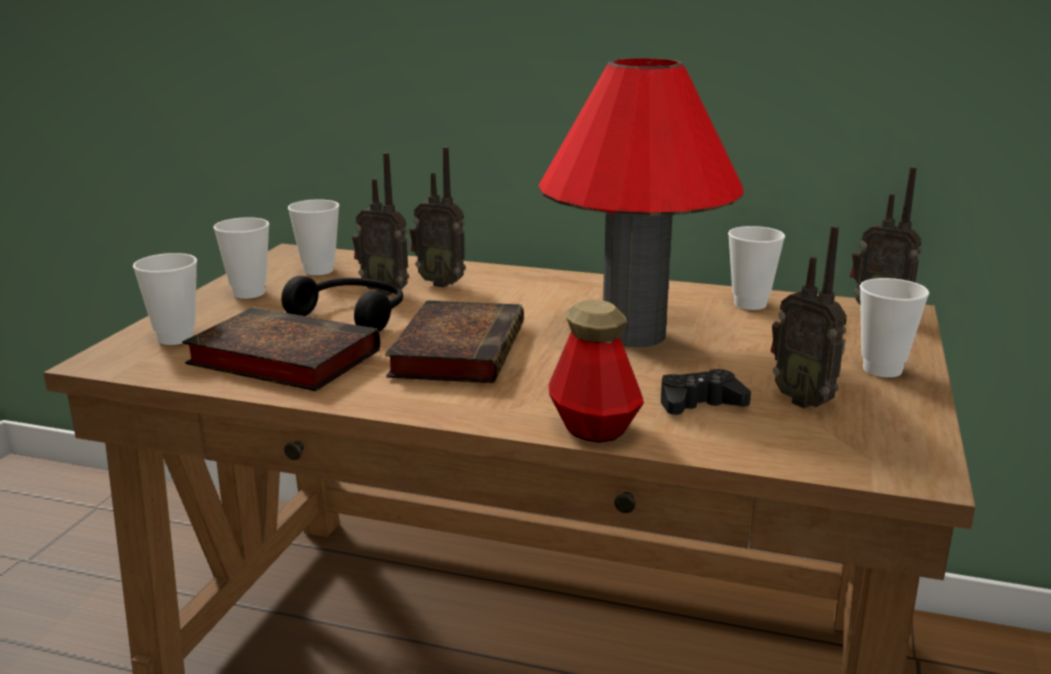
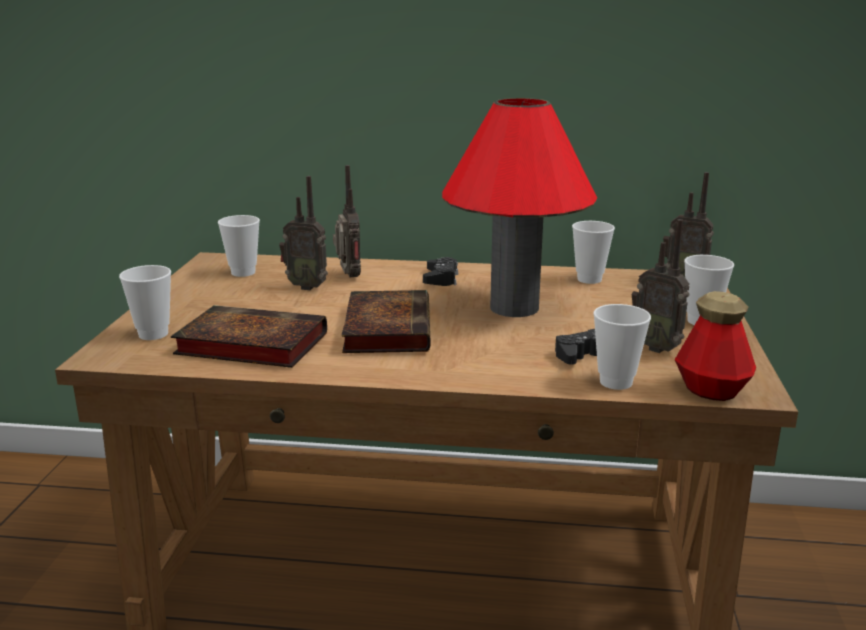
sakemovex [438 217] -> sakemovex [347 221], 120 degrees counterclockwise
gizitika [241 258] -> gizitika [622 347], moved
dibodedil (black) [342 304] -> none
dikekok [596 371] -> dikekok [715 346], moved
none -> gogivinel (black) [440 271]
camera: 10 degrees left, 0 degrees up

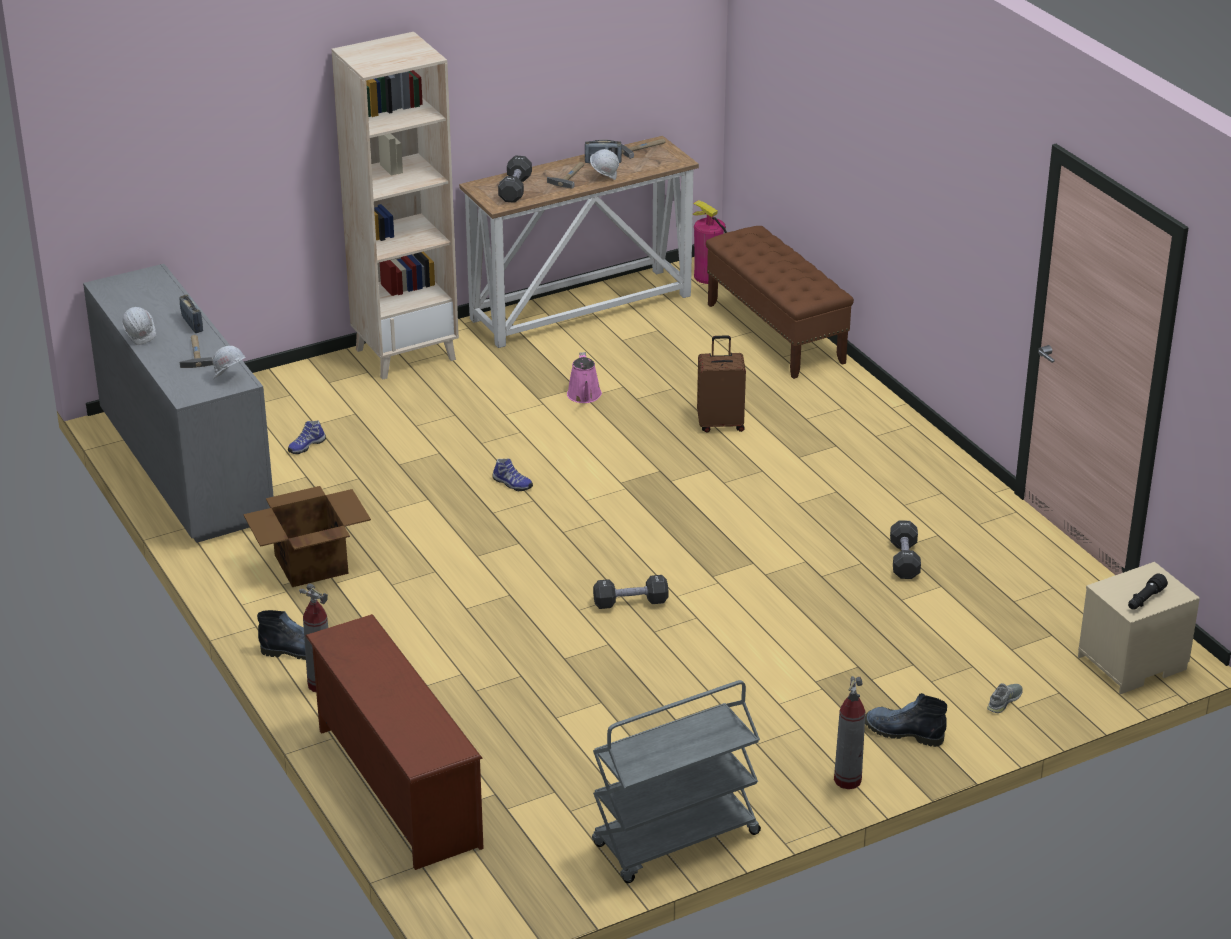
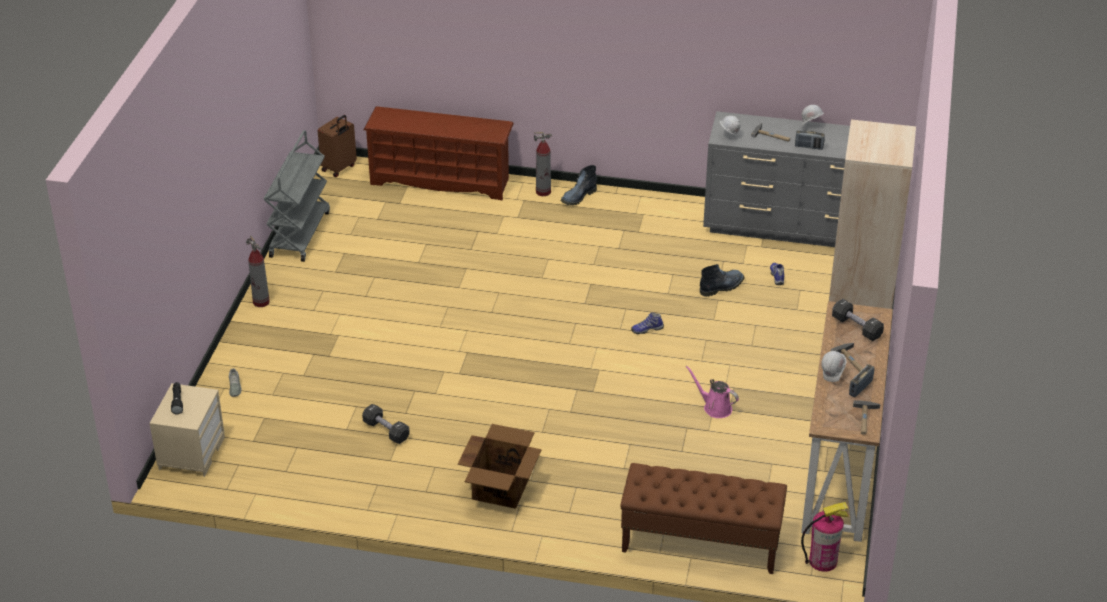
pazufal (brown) [721 383] -> pazufal (brown) [337 146], moved
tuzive [307 536] -> tuzive [500 466], moved
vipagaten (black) [631 592] -> none
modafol [906 720] -> modafol [722 280], moved
camera: 130 degrees right, 5 degrees up

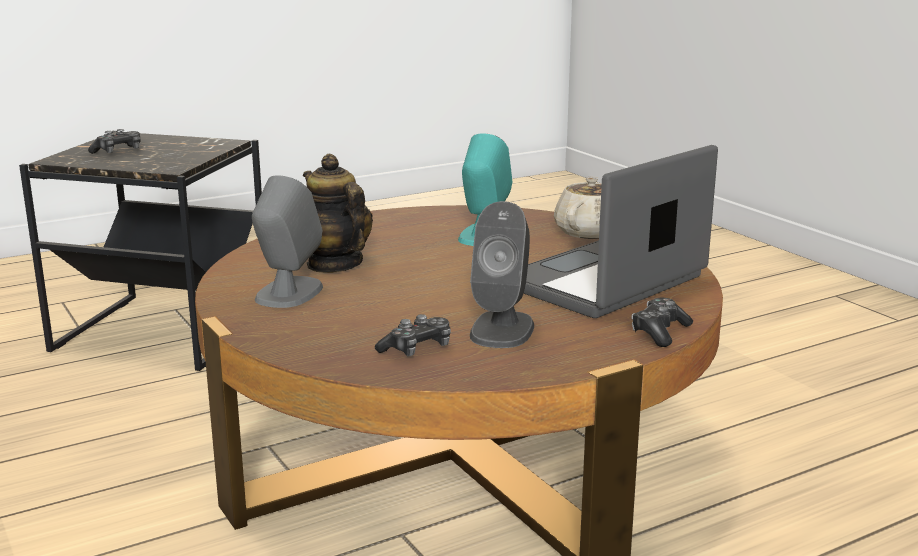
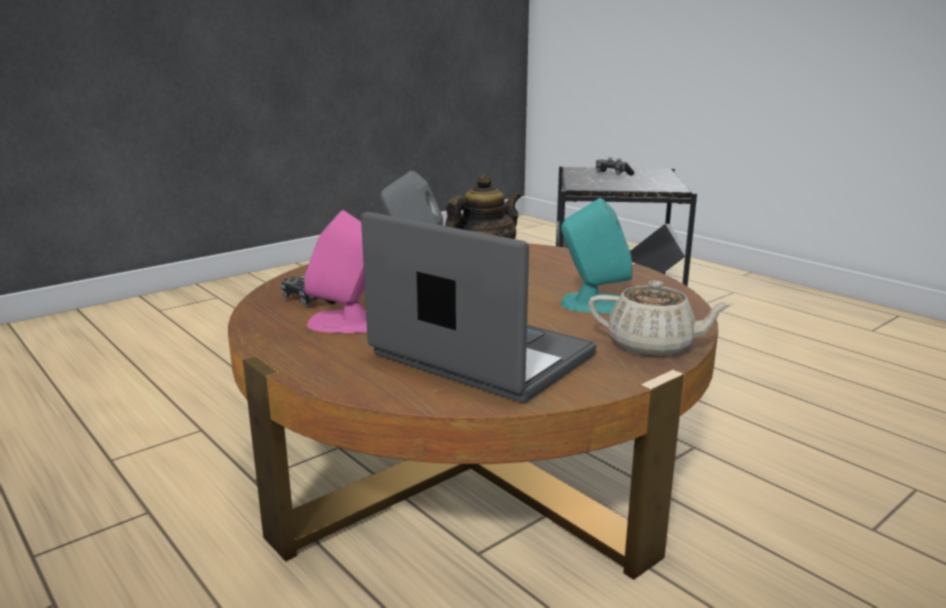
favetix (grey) [502 274] -> favetix (pink) [335 271]
gogivinel [662 322] -> none
camera: 80 degrees right, 0 degrees up

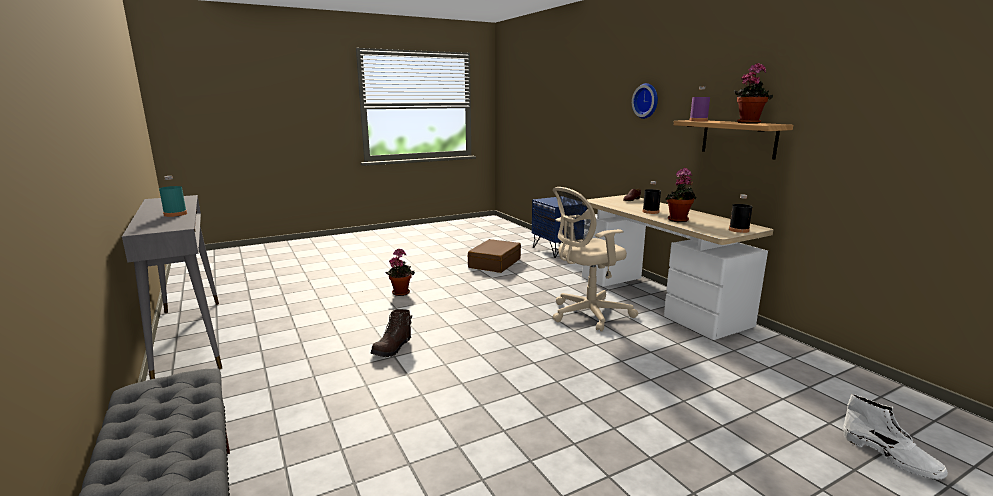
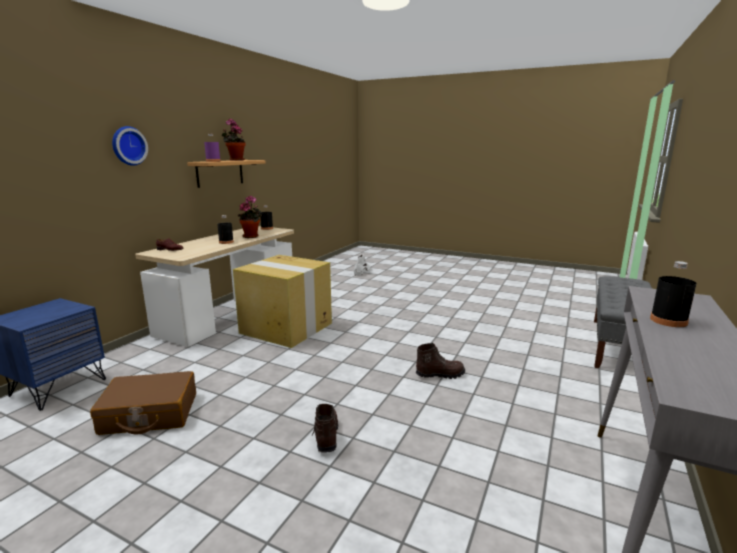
dikekok (turquoise) [173 196] -> dikekok (black) [673 294]
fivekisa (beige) [595 259] -> tuzive [282 301]
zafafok [400 272] -> modafol (brown) [325 428]
camera: 125 degrees left, 0 degrees up

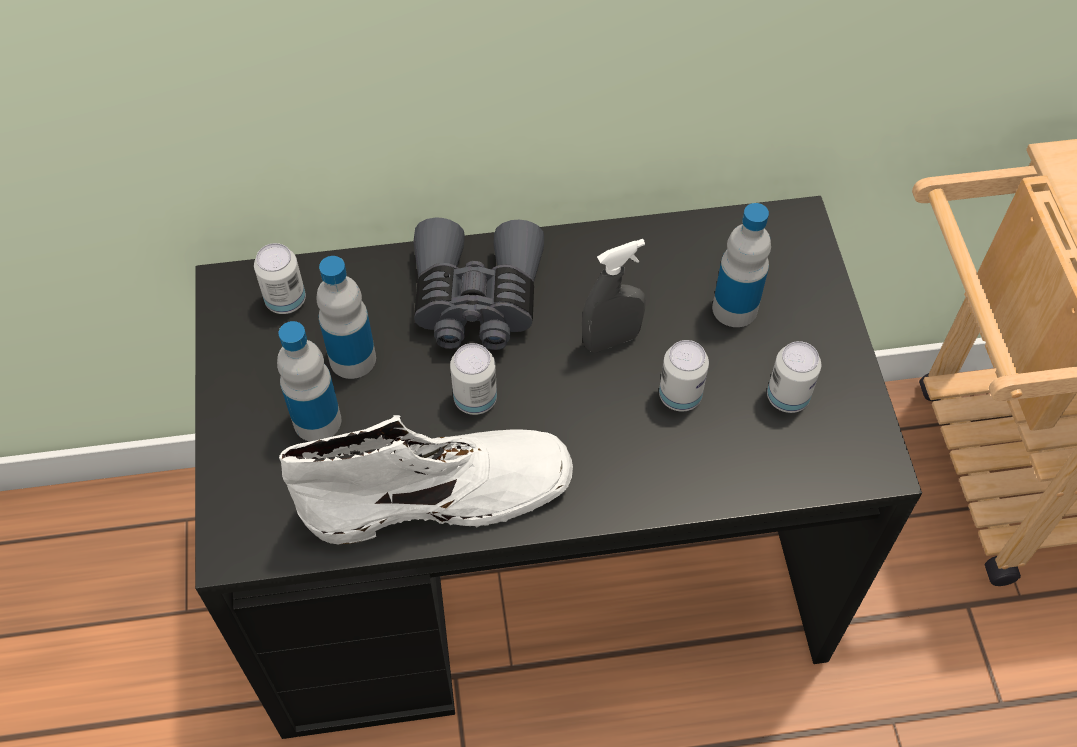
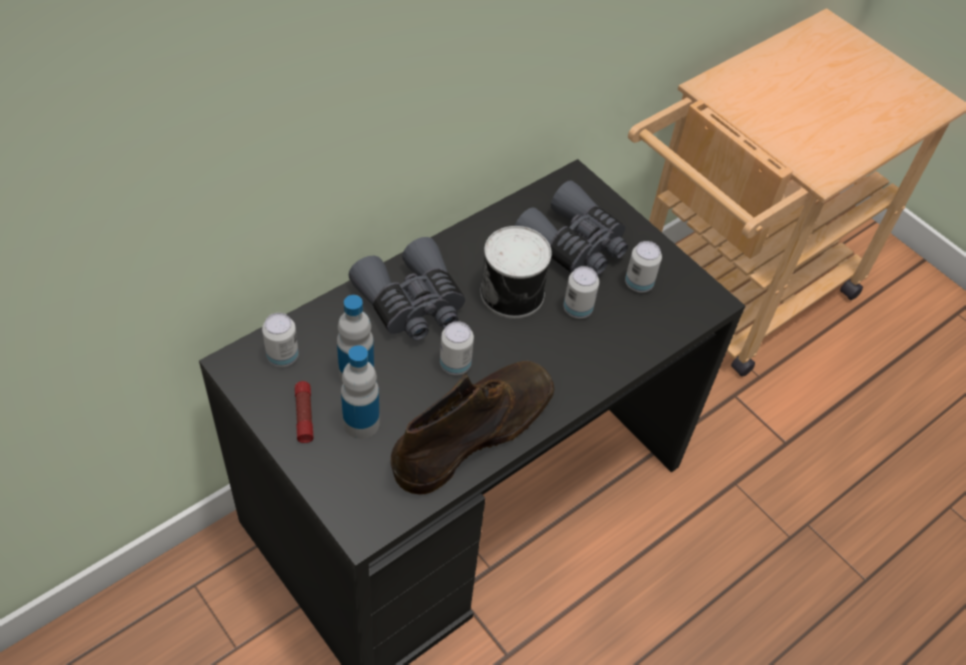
dikekok [741 265] -> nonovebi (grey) [571 227]
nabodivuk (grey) [614 296] -> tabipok [516 272]
modafol (white) [426 479] -> modafol (brown) [472 428]
none -> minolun [304 412]
camera: 35 degrees left, 5 degrees down

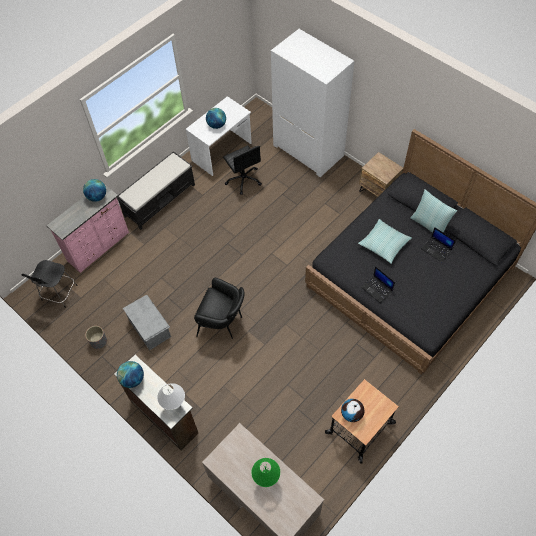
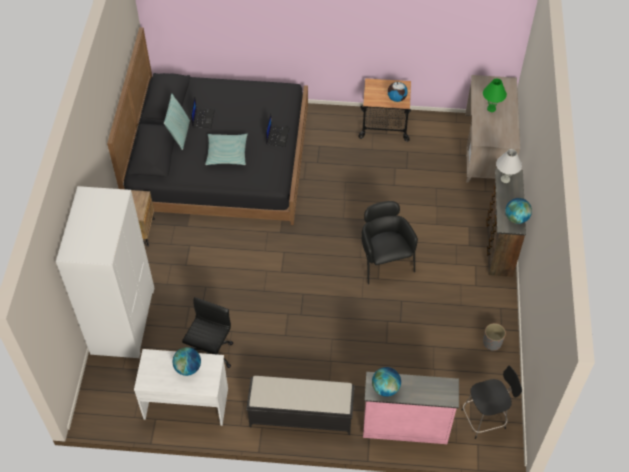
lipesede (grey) [147 322] -> none
camera: 130 degrees left, 5 degrees down

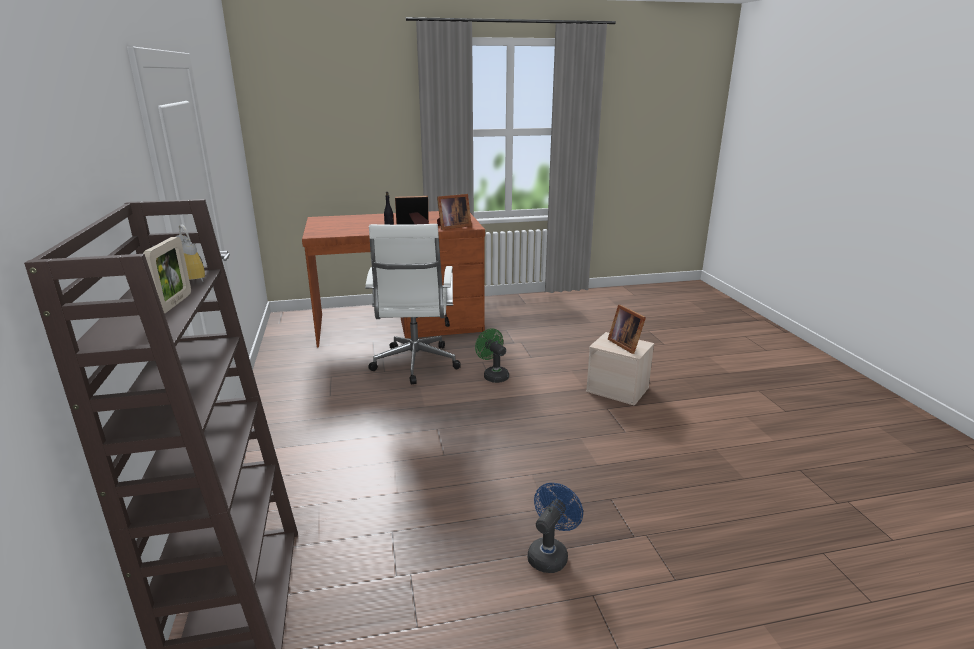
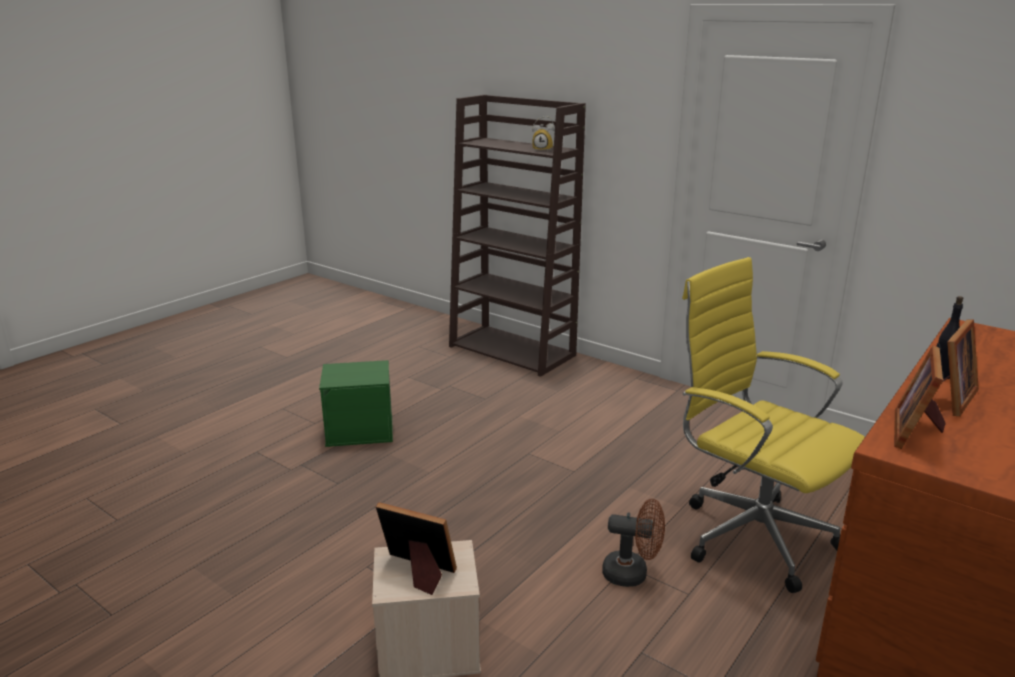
fivekisa (white) [413 304] -> fivekisa (yellow) [773 425]
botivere [167 275] -> none
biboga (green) [492 355] -> biboga (brown) [633 543]
biboga (blue) [555 528] -> lipesede (green) [356 403]
camera: 140 degrees right, 0 degrees up

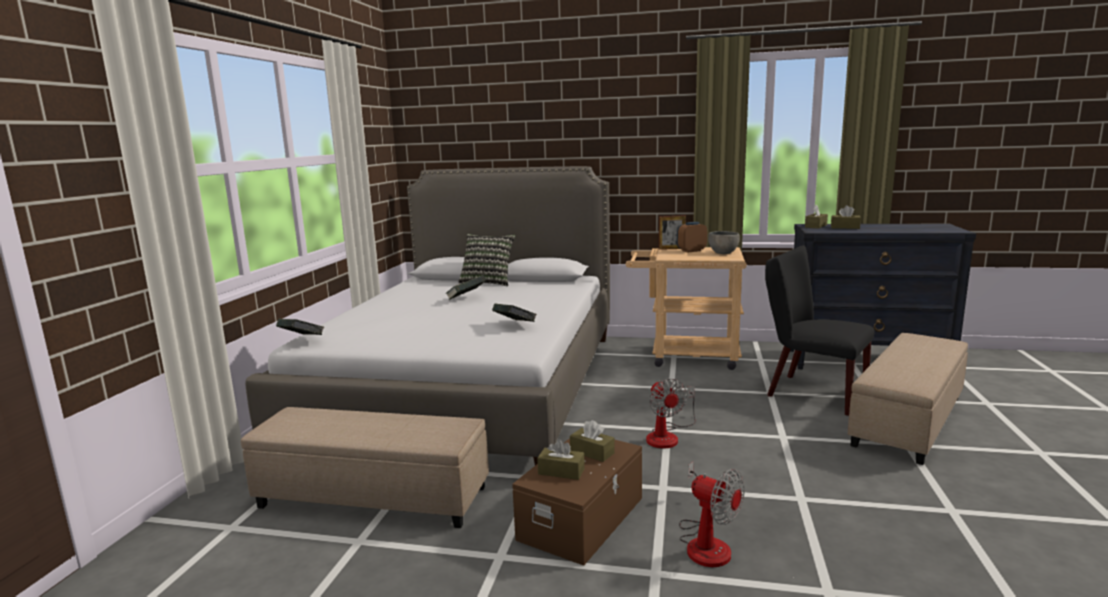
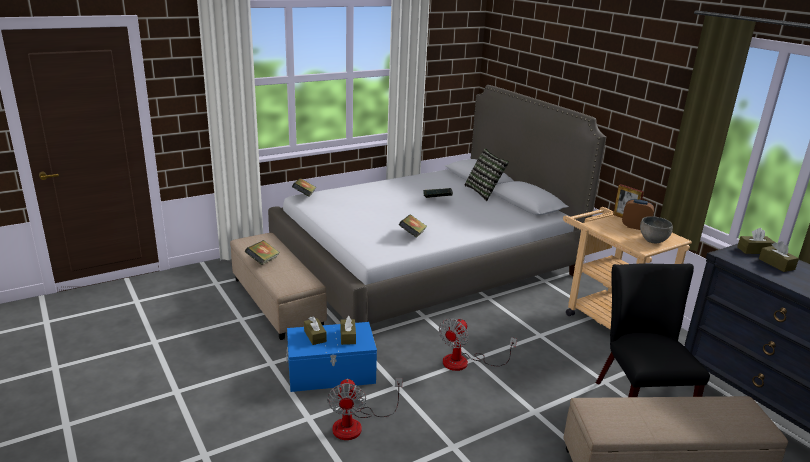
lipesede (brown) [577 502] -> lipesede (blue) [331 357]
none -> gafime [262 252]
camera: 45 degrees right, 10 degrees up

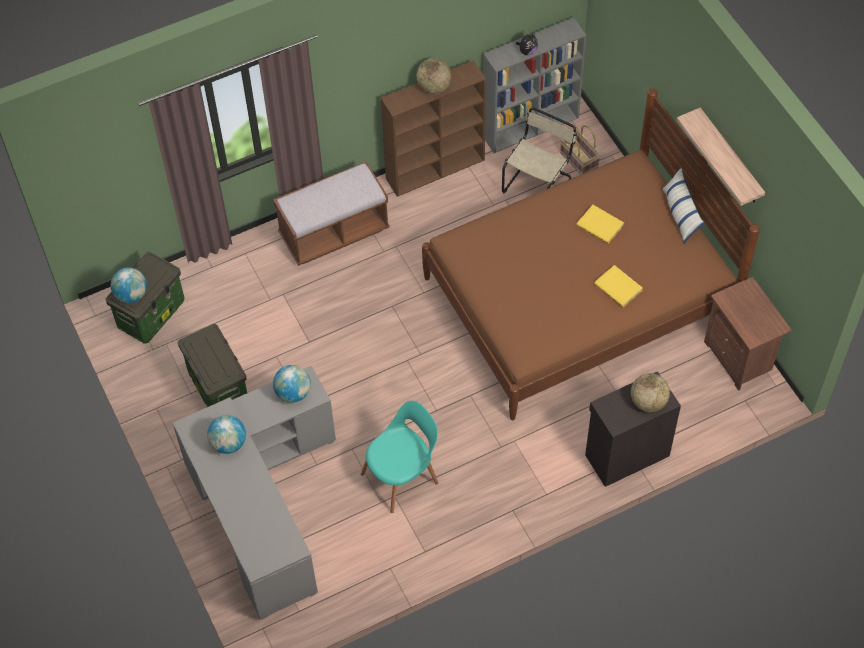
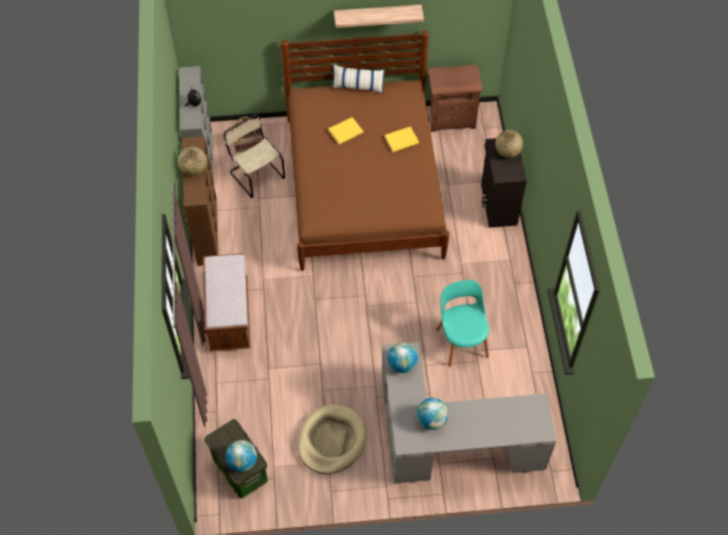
lipesede [212 365] -> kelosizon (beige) [332 439]
camera: 70 degrees left, 0 degrees up

